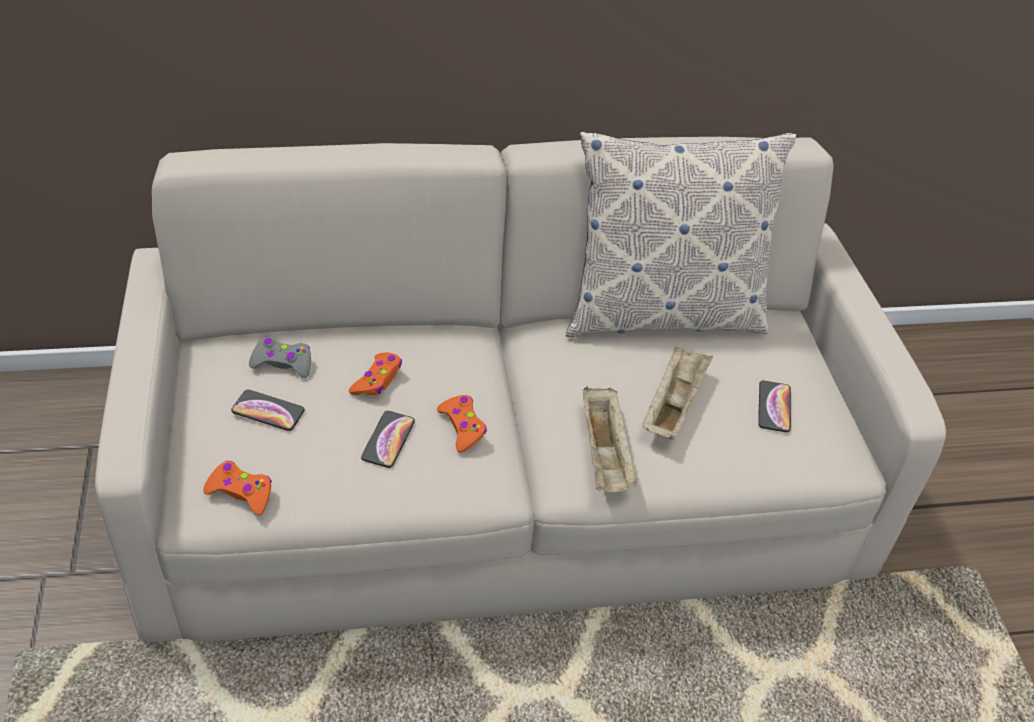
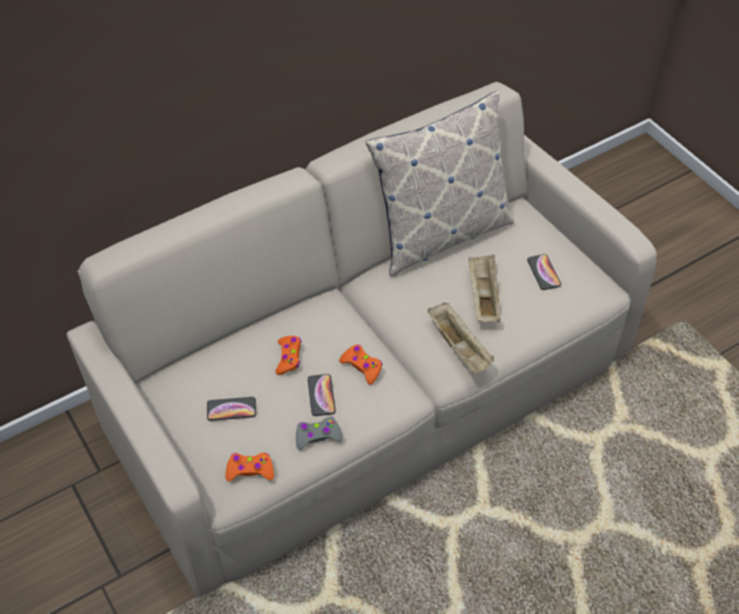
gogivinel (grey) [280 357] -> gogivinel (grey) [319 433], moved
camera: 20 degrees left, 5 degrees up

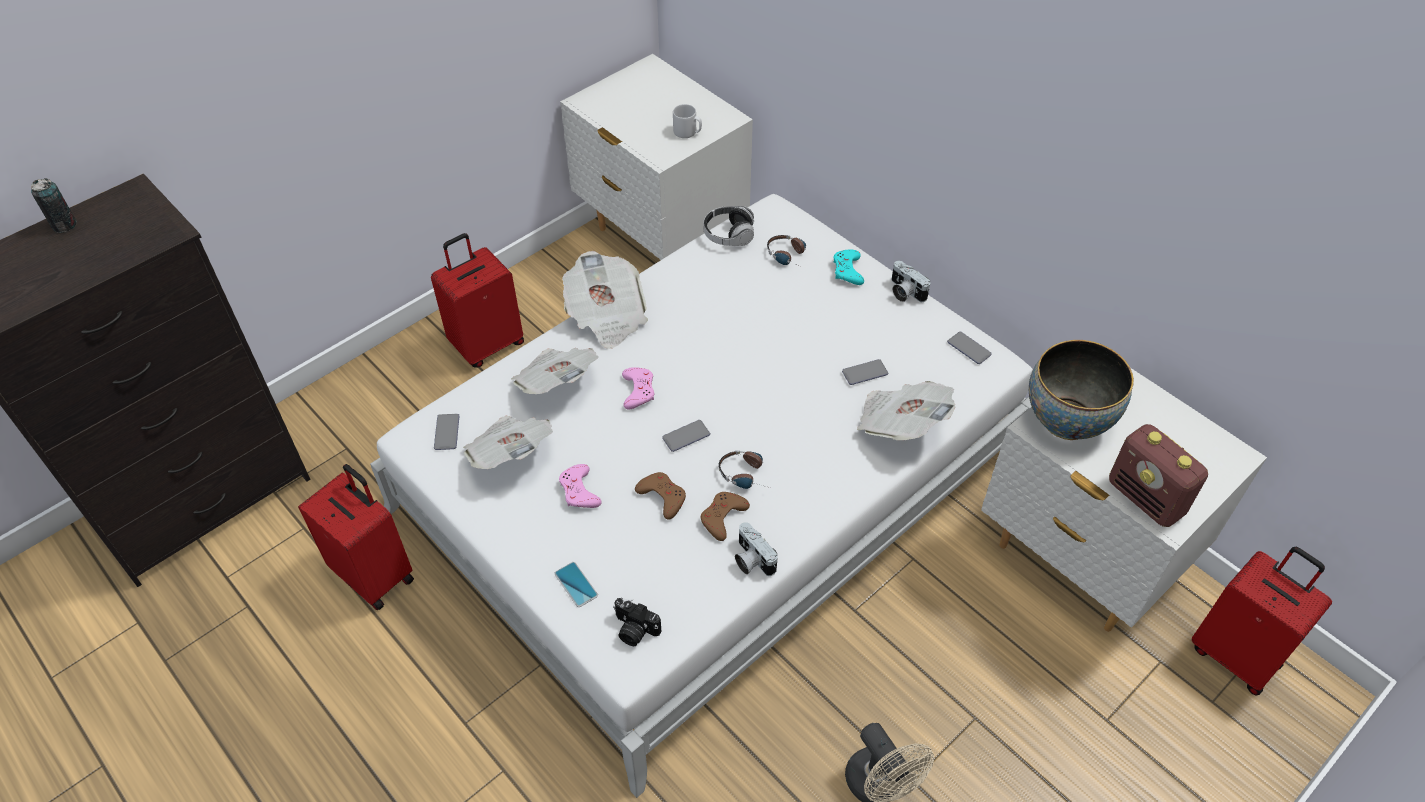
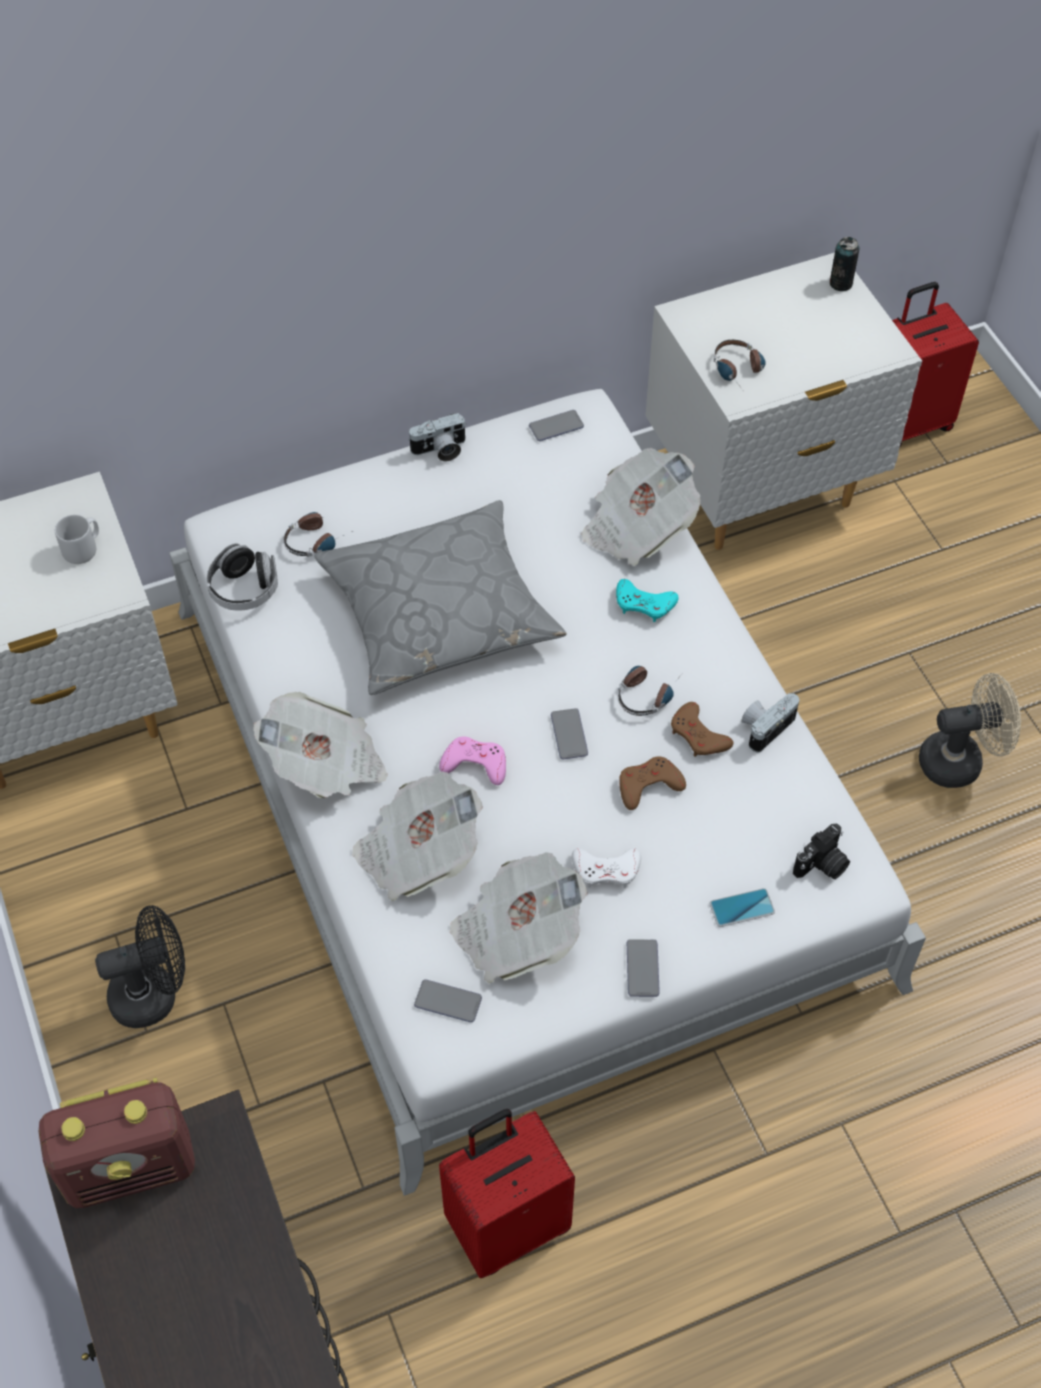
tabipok [54 205] -> tabipok [845 264], moved
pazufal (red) [477 300] -> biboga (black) [140 966]
gogivinel (turquoise) [848 267] -> gogivinel (turquoise) [647 600], moved
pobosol [1081 390] -> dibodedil [740 364]
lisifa [865 372] -> lisifa [643 968], moved
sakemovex [1158 475] -> sakemovex [116 1143], moved
gogivinel (pink) [580 486] -> gogivinel (white) [606 868]
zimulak [756 549] -> zimulak [770 723], 150 degrees clockwise
none -> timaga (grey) [440 597]
camera: 70 degrees left, 5 degrees up

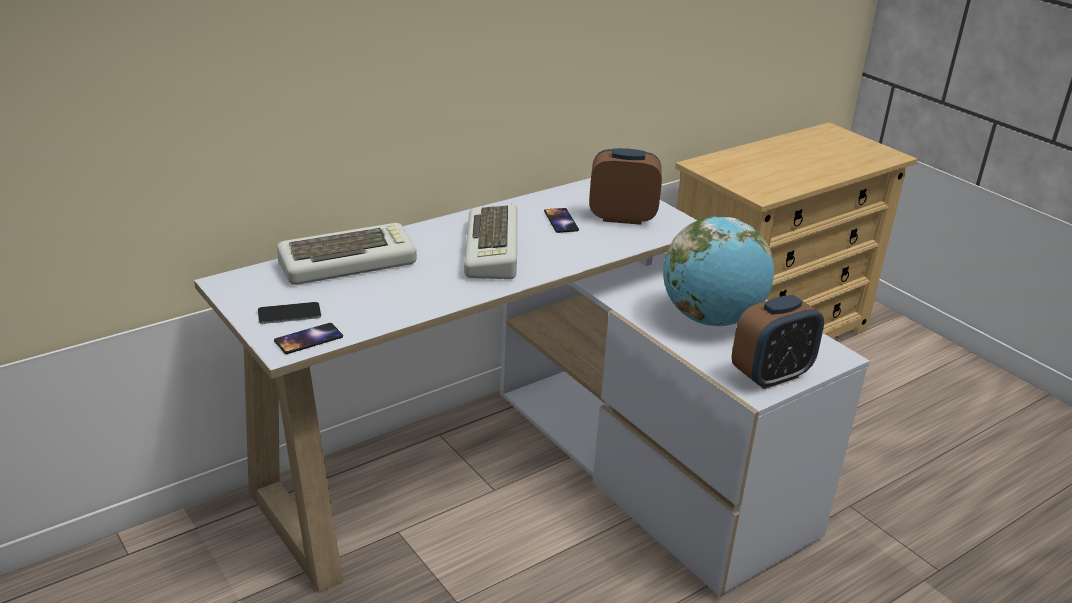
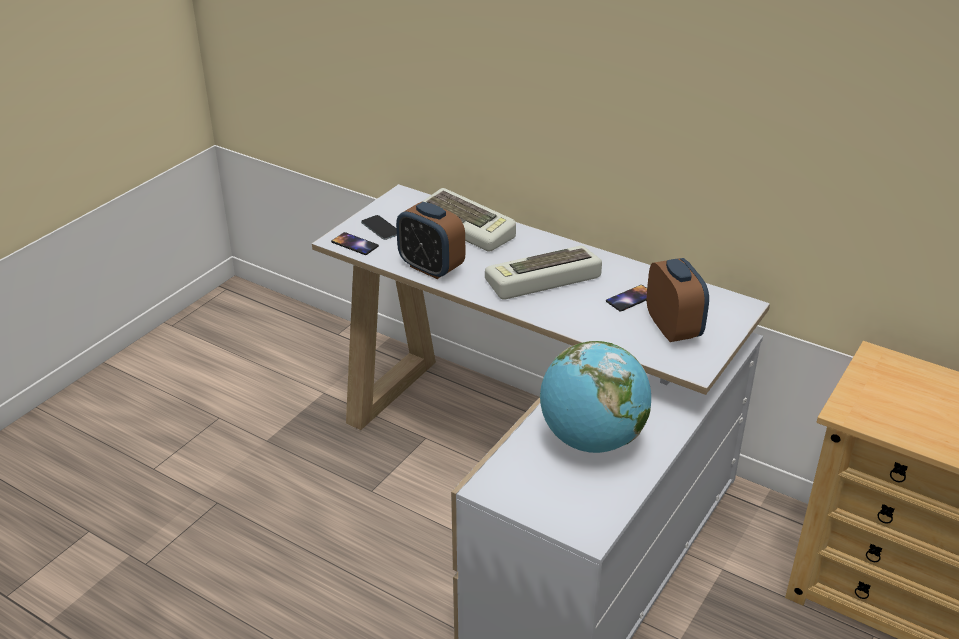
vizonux [778 342] -> vizonux [430 240], moved
camera: 70 degrees right, 5 degrees up

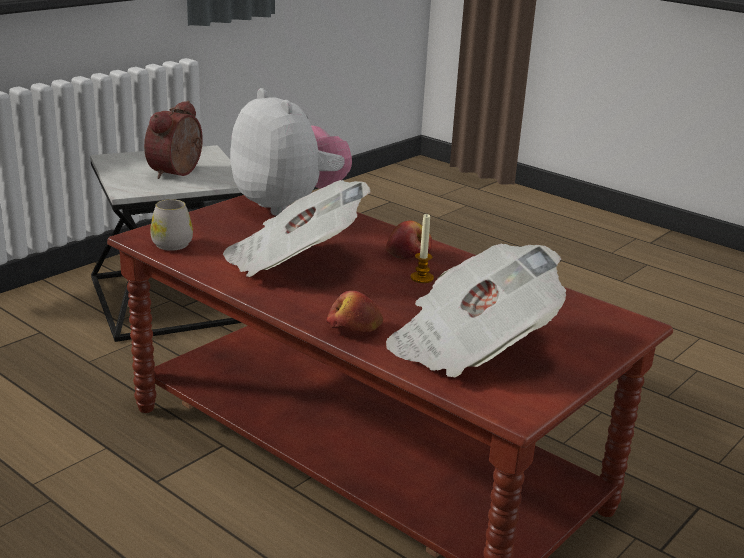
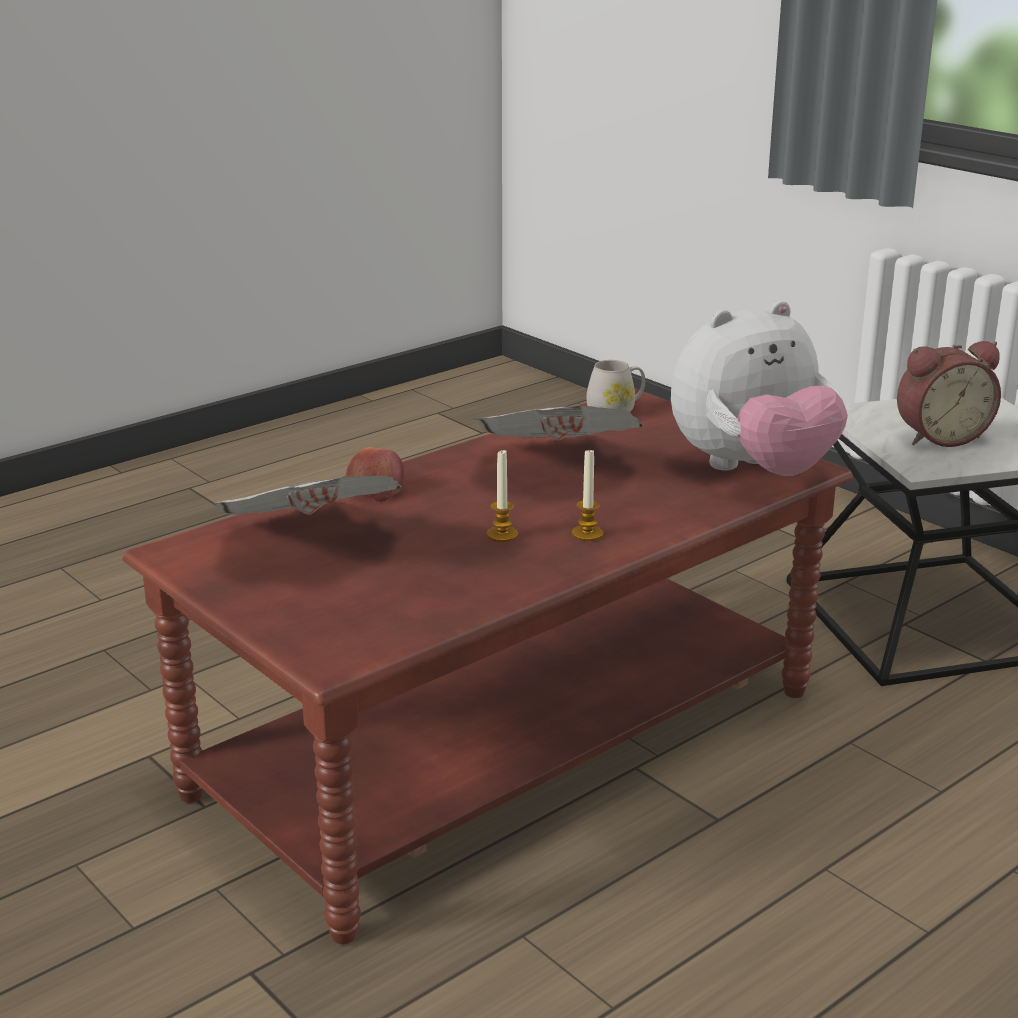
vizonux [173 140] -> vizonux [949 394], 135 degrees clockwise
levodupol [408 239] -> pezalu [587 494]
camera: 100 degrees right, 0 degrees up

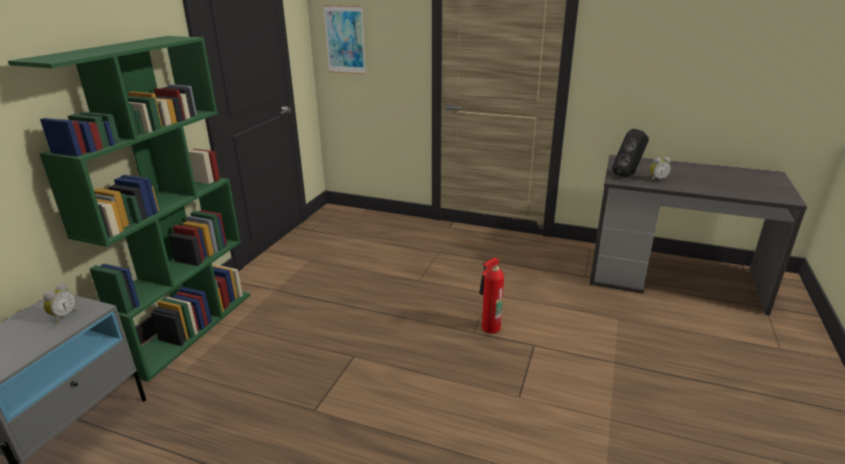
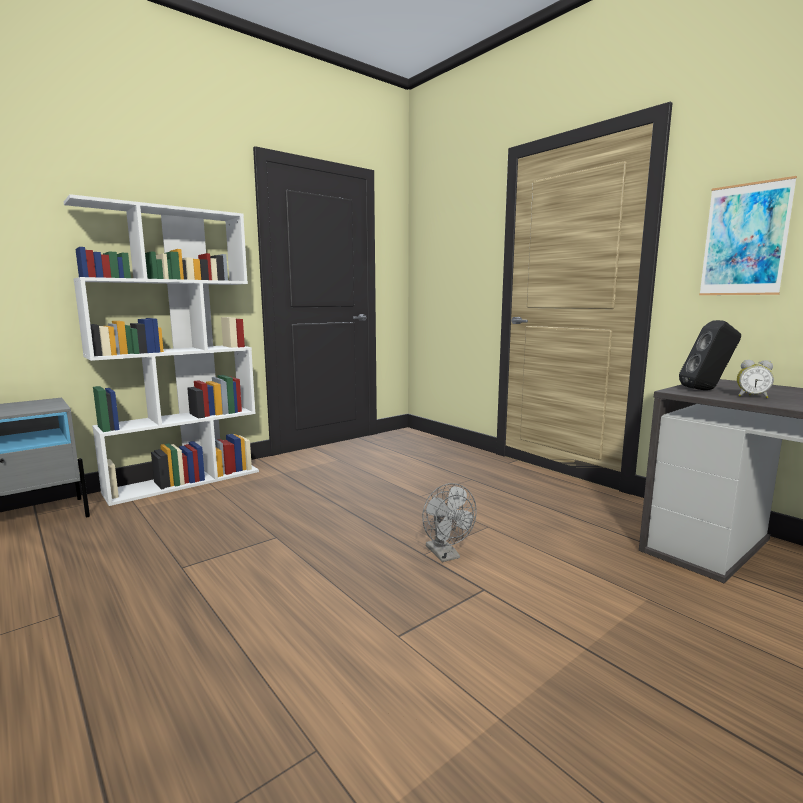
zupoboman [344 39] -> zupoboman [748 235], moved
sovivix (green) [129 209] -> sovivix (white) [161 350]
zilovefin [491 295] -> biboga (grey) [449 522]
vizonux [59 303] -> none
camera: 30 degrees right, 15 degrees down

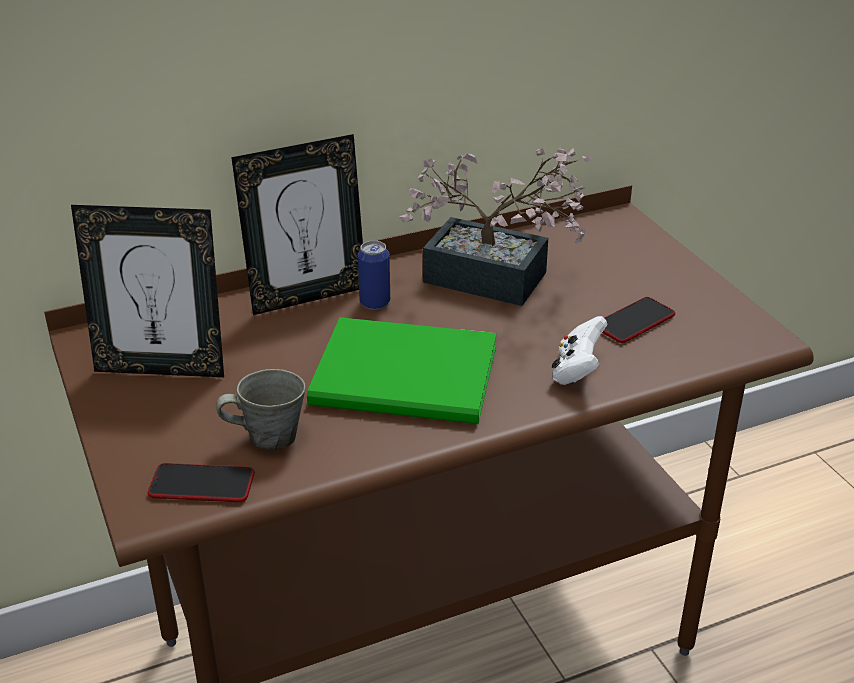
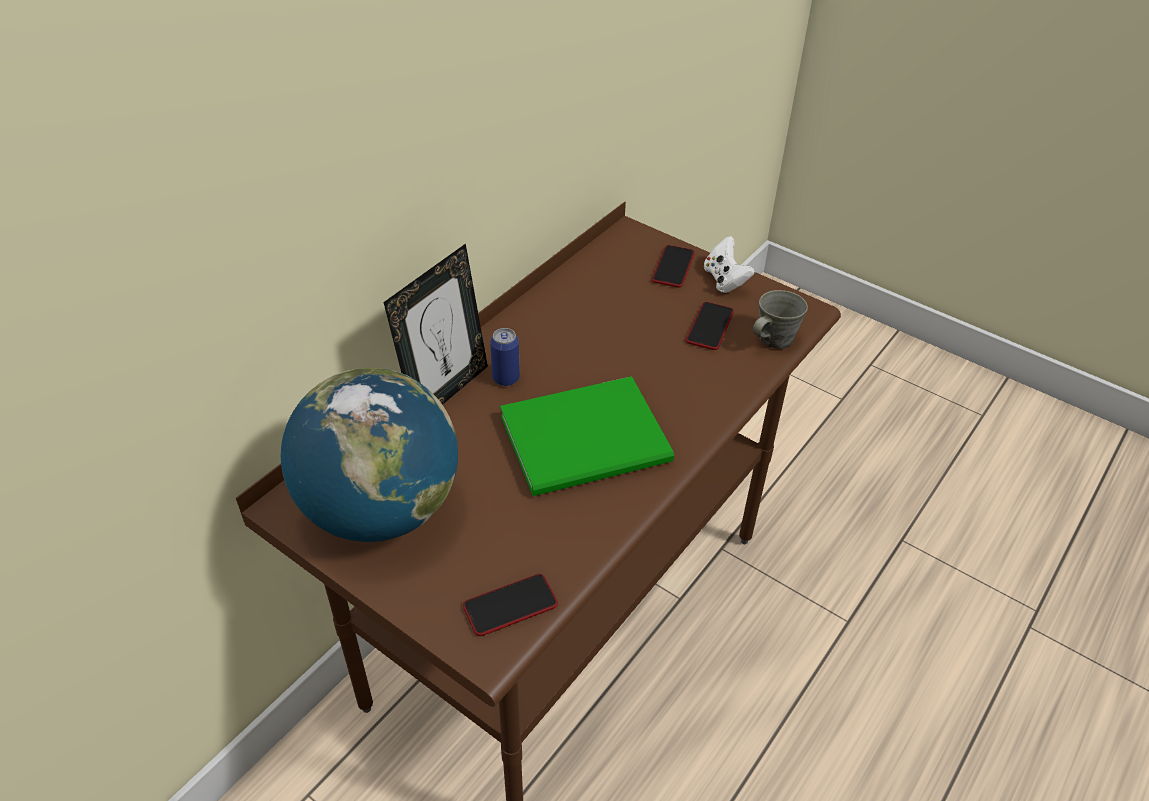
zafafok [496 226] -> none
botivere [147 291] -> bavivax [369 455]
gogivinel (white) [579 350] -> gogivinel (white) [729 264], moved
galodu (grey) [261 409] -> galodu (grey) [780 319], moved
none -> lisifa [673 266]
camera: 30 degrees left, 10 degrees up

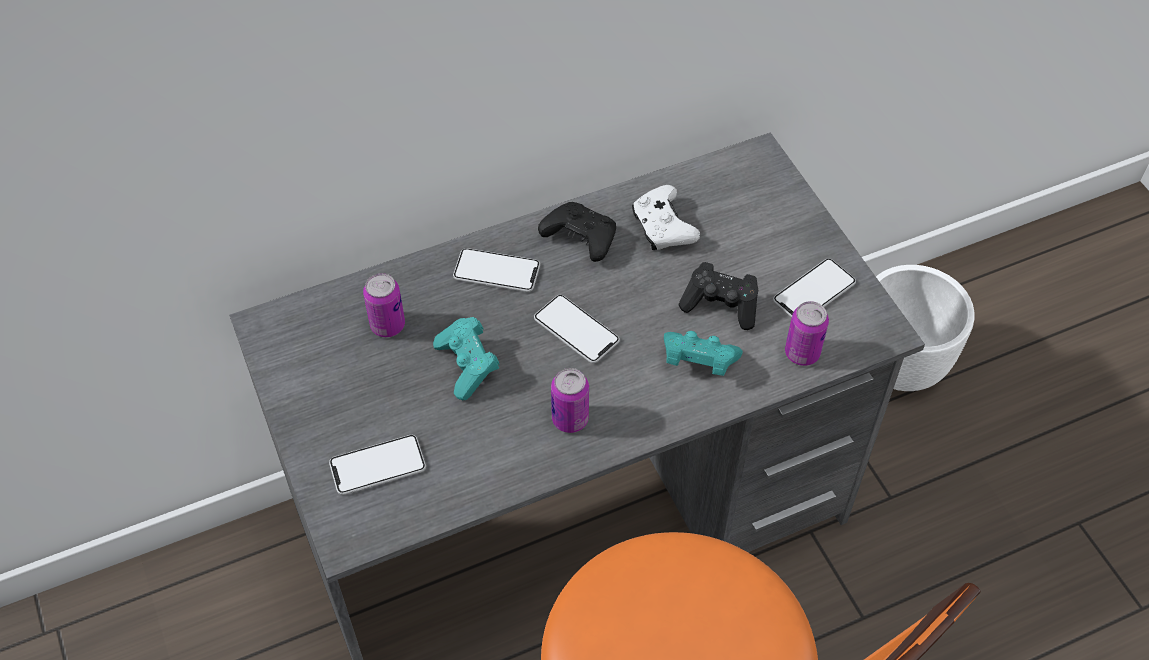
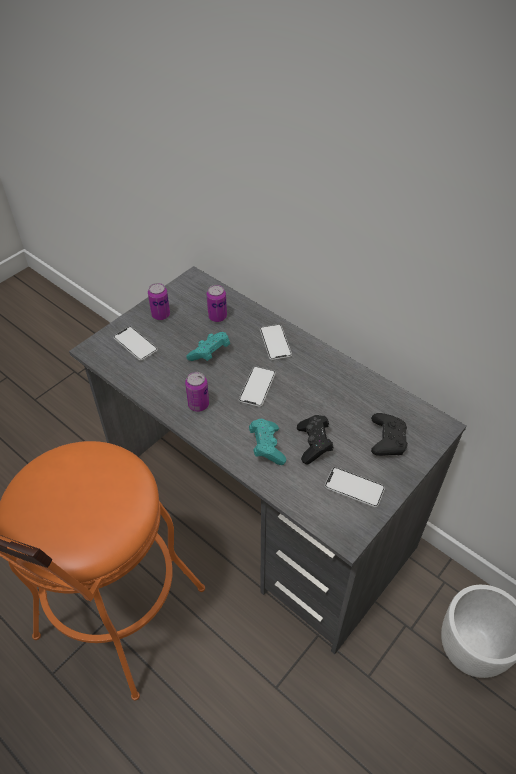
gogivinel (white) [666 217] -> none
gogivinel (black) [577 232] -> gogivinel (black) [389 434], moved
tabipok [807 333] -> tabipok [159 301], moved
camera: 65 degrees right, 5 degrees down

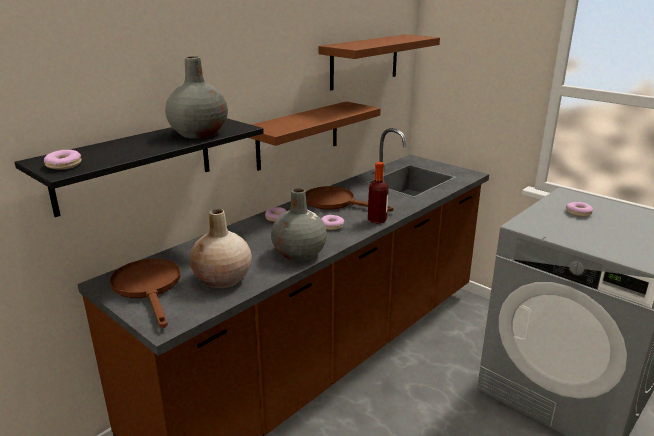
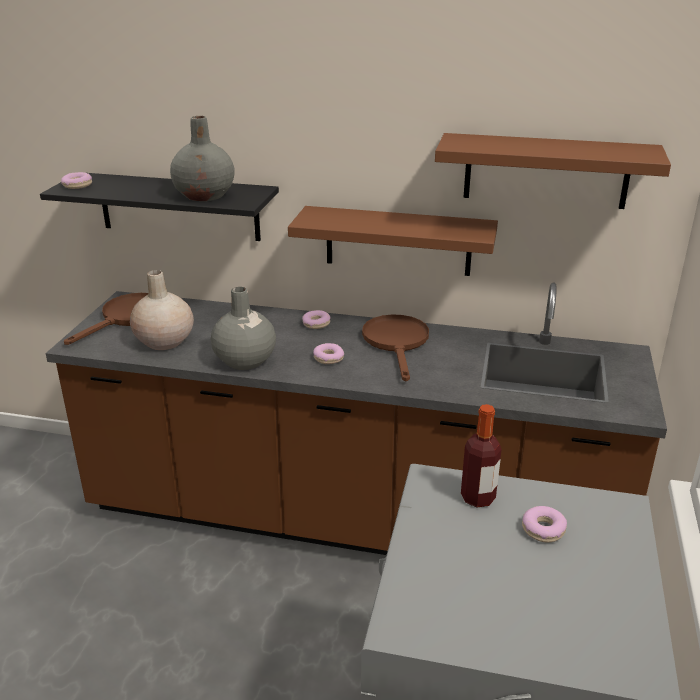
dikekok [378 193] -> dikekok [481 455], moved
camera: 60 degrees right, 5 degrees up

